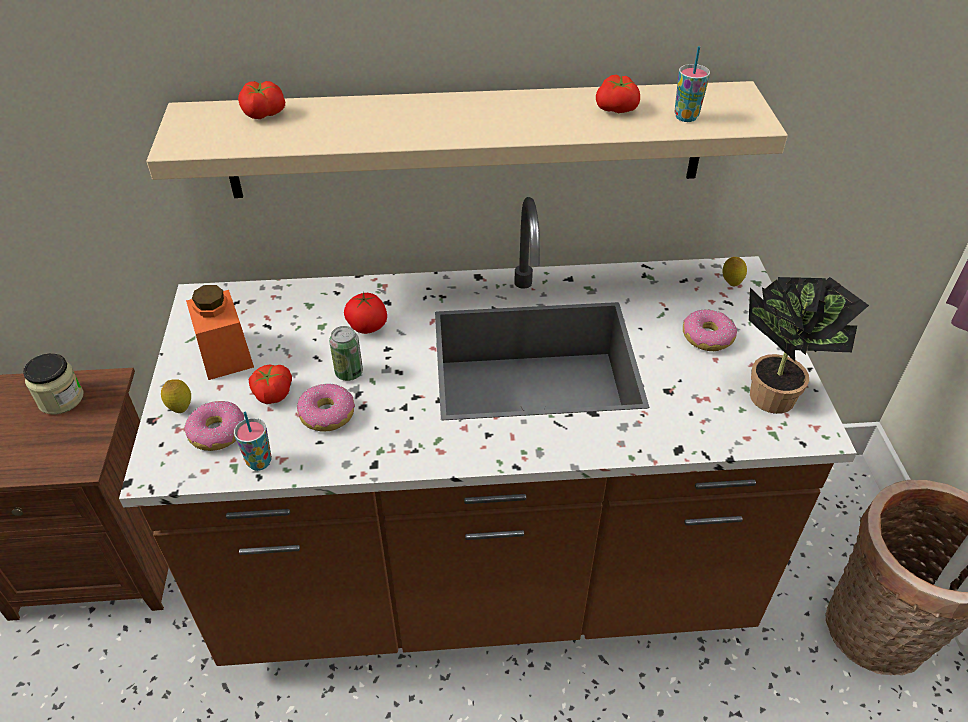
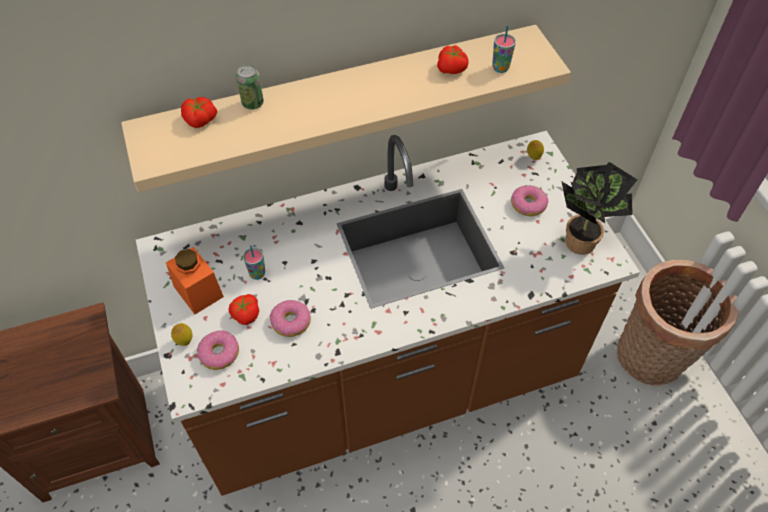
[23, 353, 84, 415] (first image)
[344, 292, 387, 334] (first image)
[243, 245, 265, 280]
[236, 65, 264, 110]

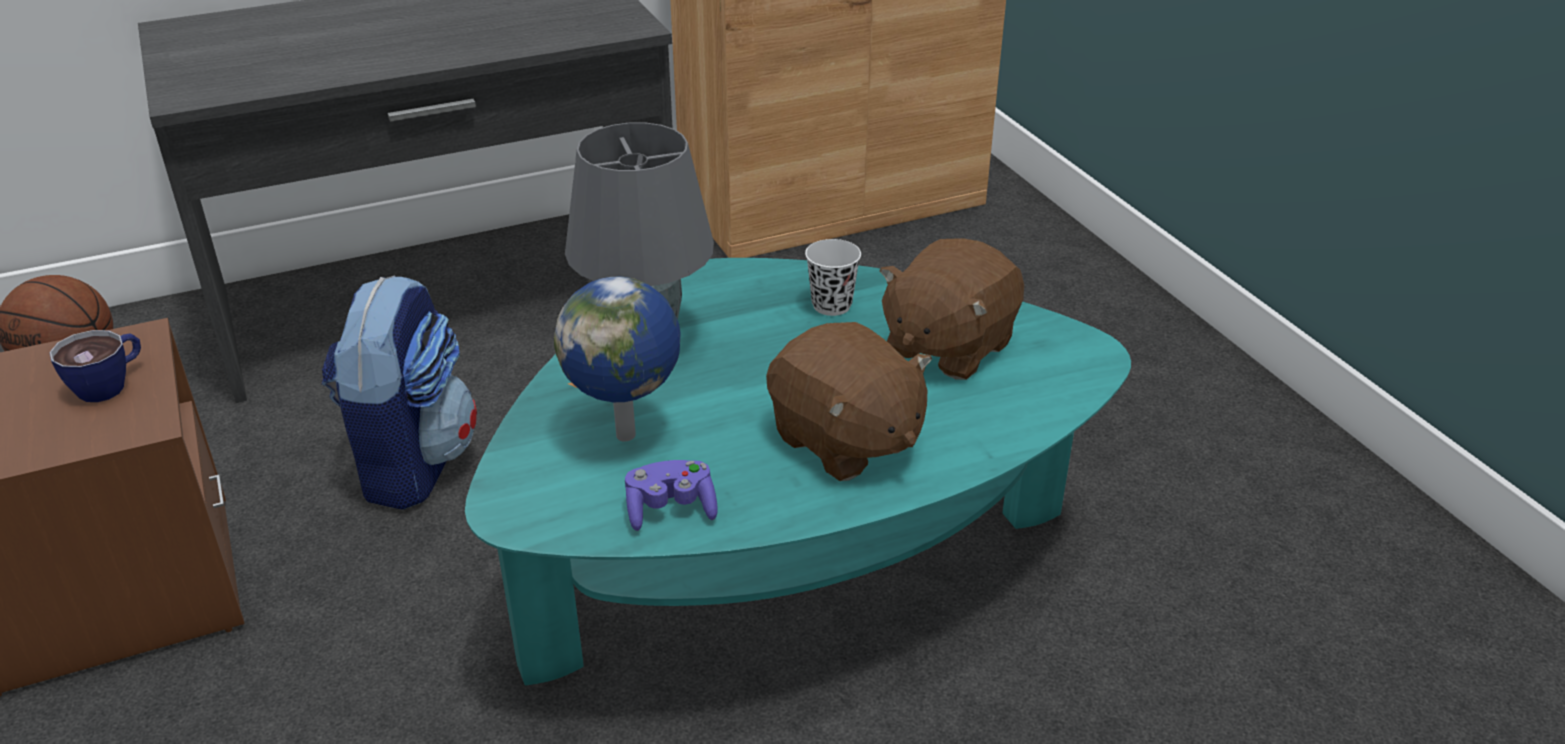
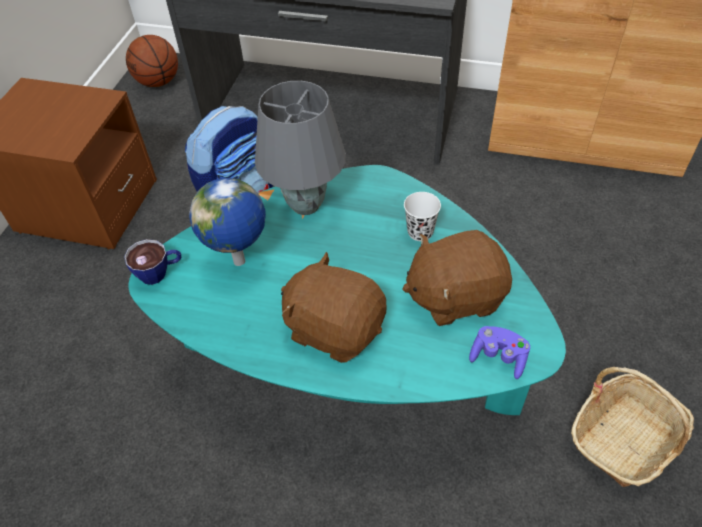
[571, 367, 694, 487]
[124, 239, 181, 285]
[469, 326, 530, 379]
[281, 252, 386, 363]

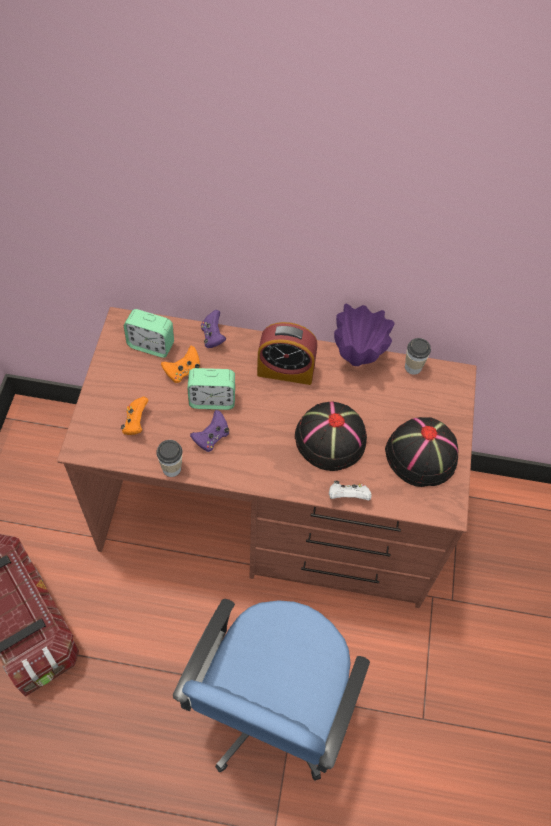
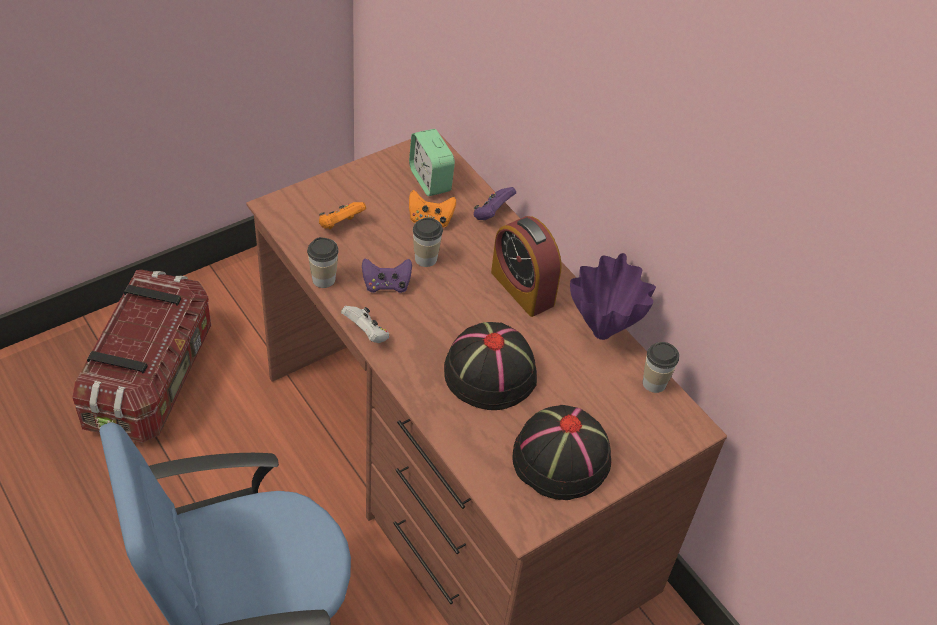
[341, 306, 389, 343]
[413, 217, 443, 267]

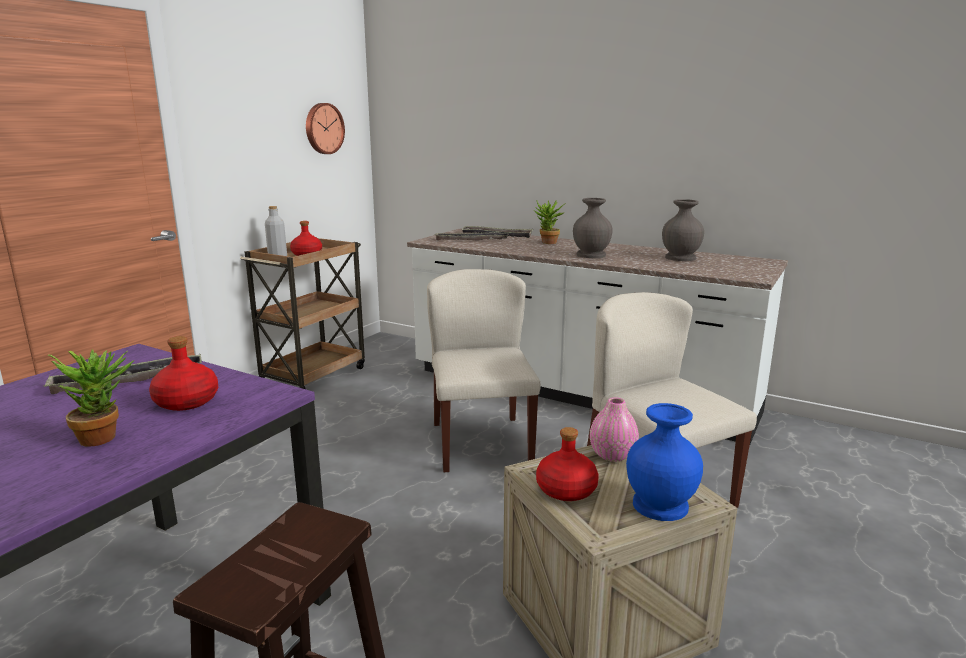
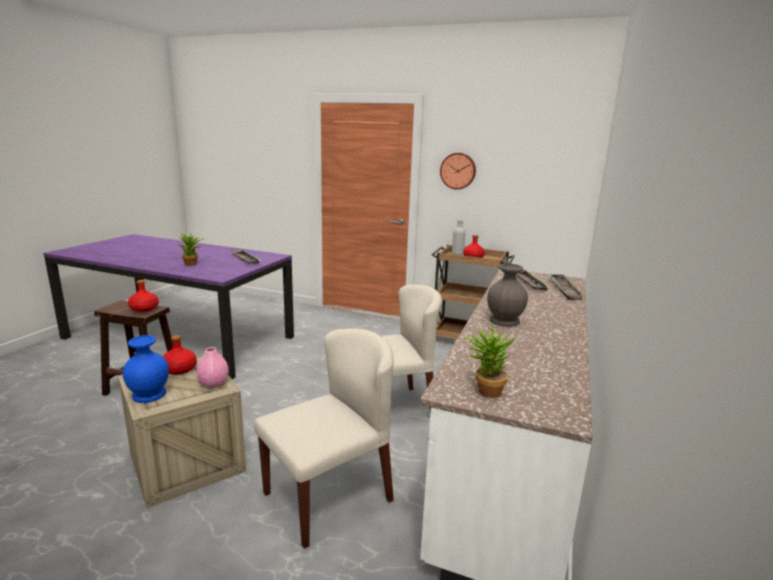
[662, 199, 704, 261] (first image)
[128, 280, 159, 312]
[440, 153, 476, 190]
[464, 323, 516, 398]

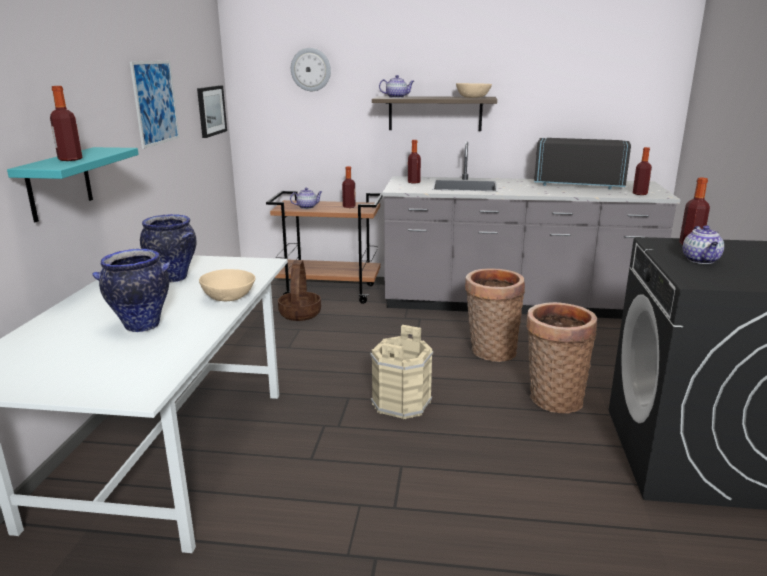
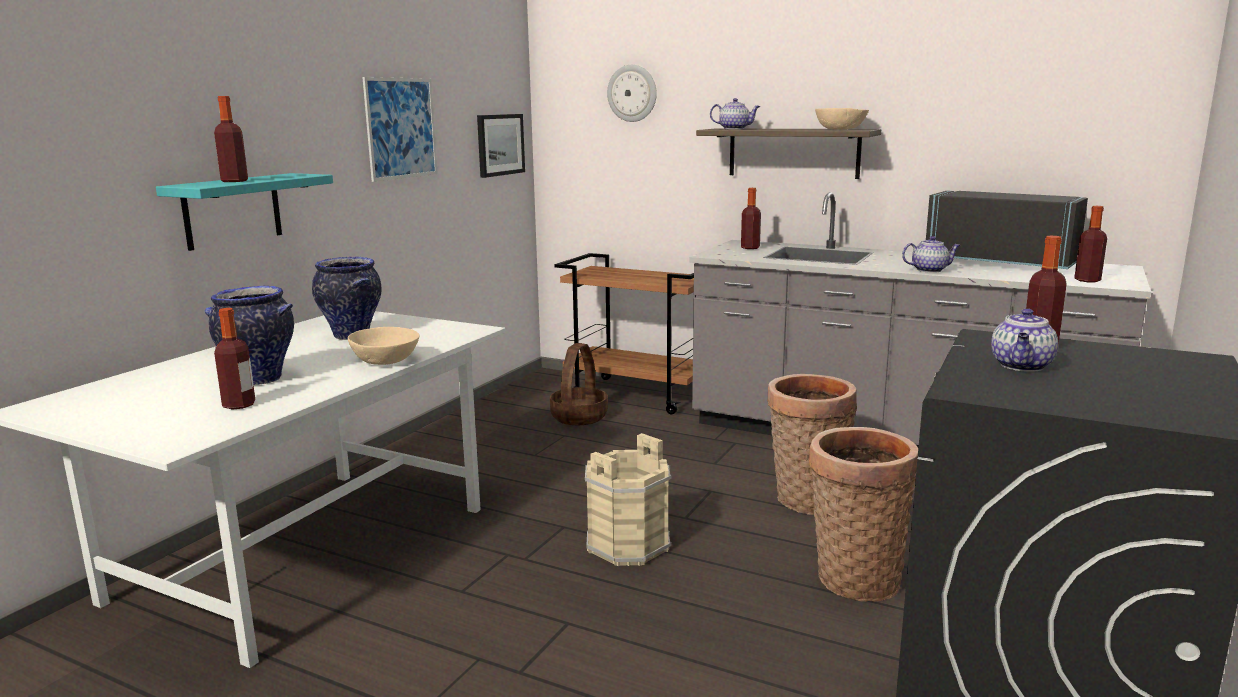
[902, 236, 960, 273]
[214, 308, 255, 410]

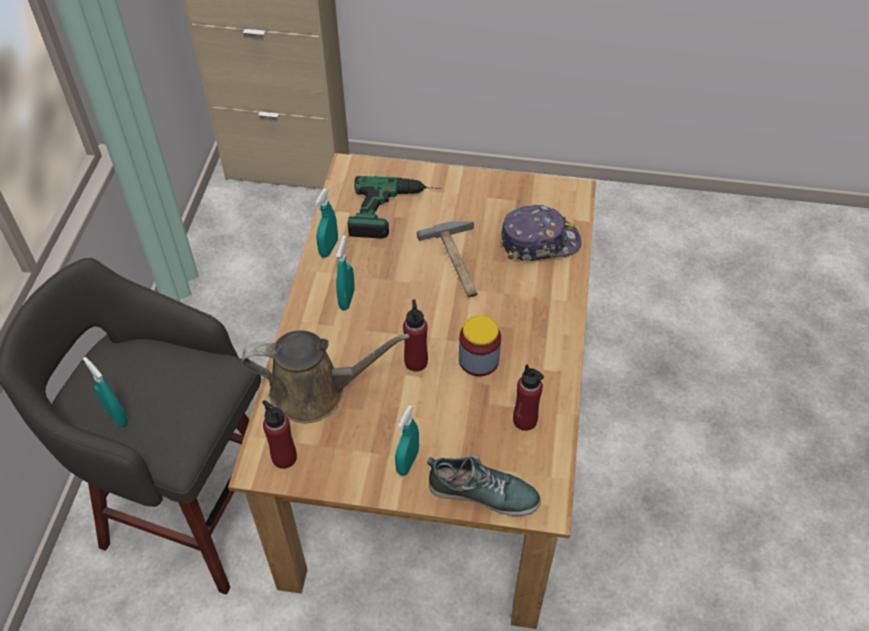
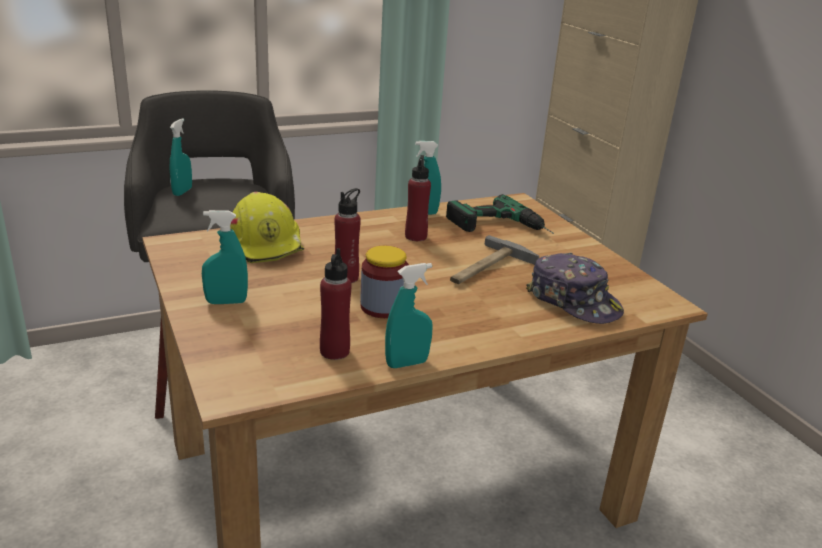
[427, 456, 541, 516] (first image)
[405, 155, 431, 241]
[385, 263, 433, 368]
[230, 192, 304, 263]

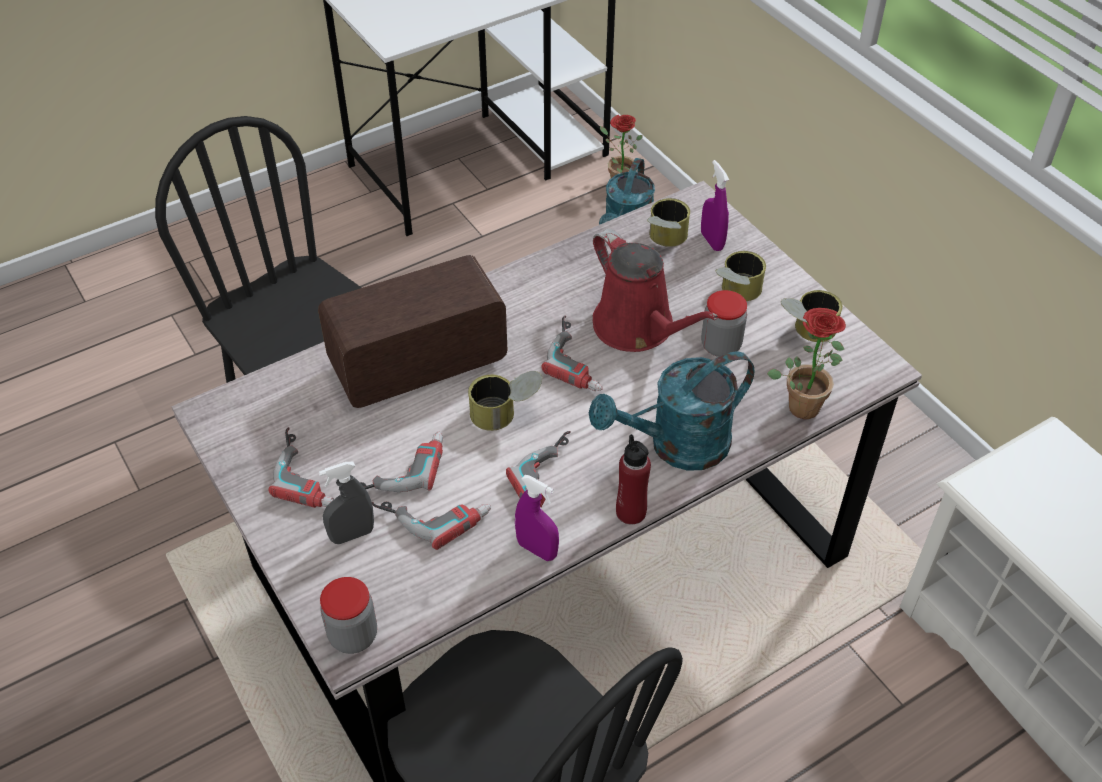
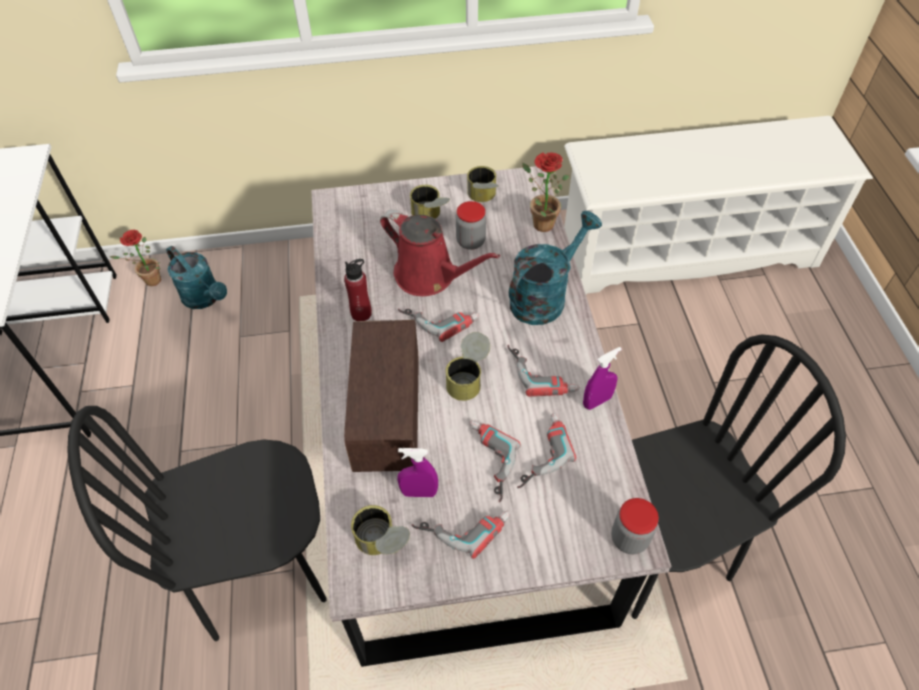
[319, 462, 374, 544] (first image)
[344, 259, 372, 321]
[351, 505, 410, 555]
[397, 448, 438, 497]
[509, 211, 602, 325]
[380, 210, 500, 296]

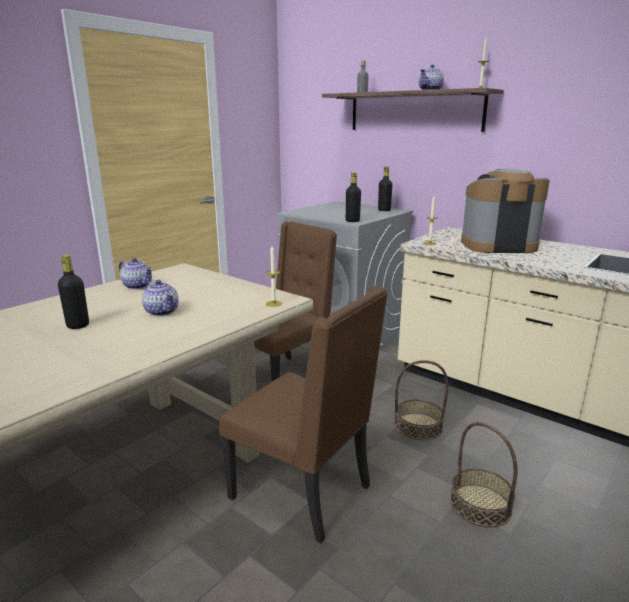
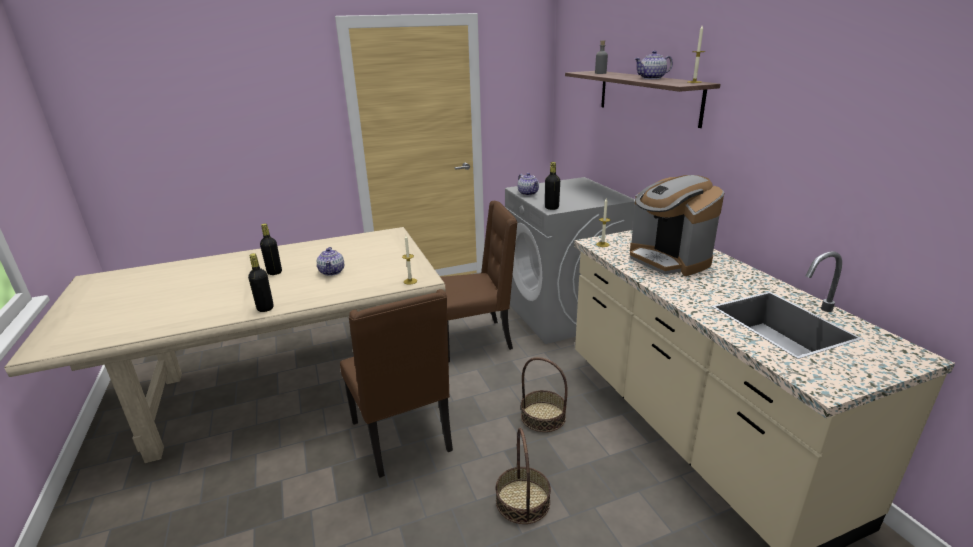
[517, 173, 539, 196]
[248, 253, 274, 312]
[630, 175, 724, 276]

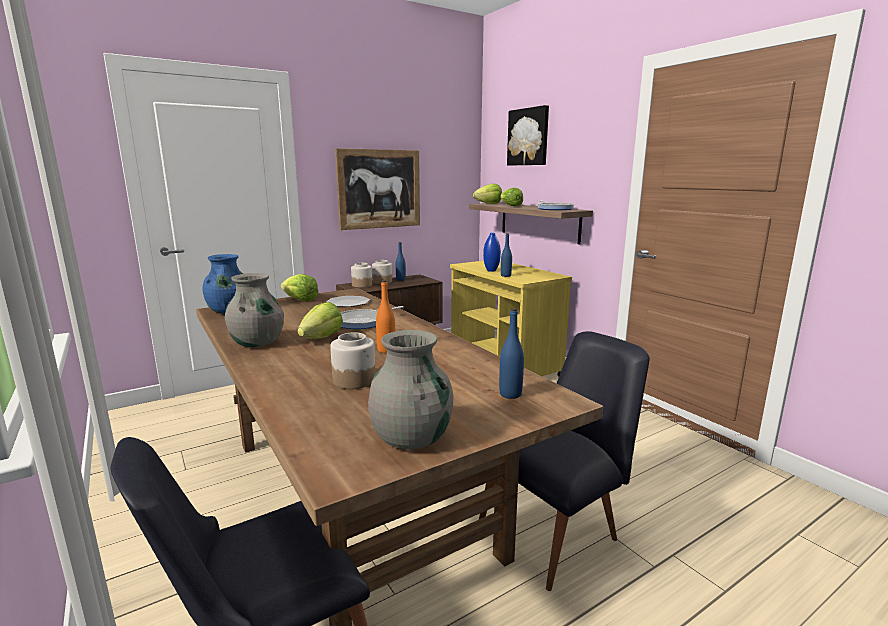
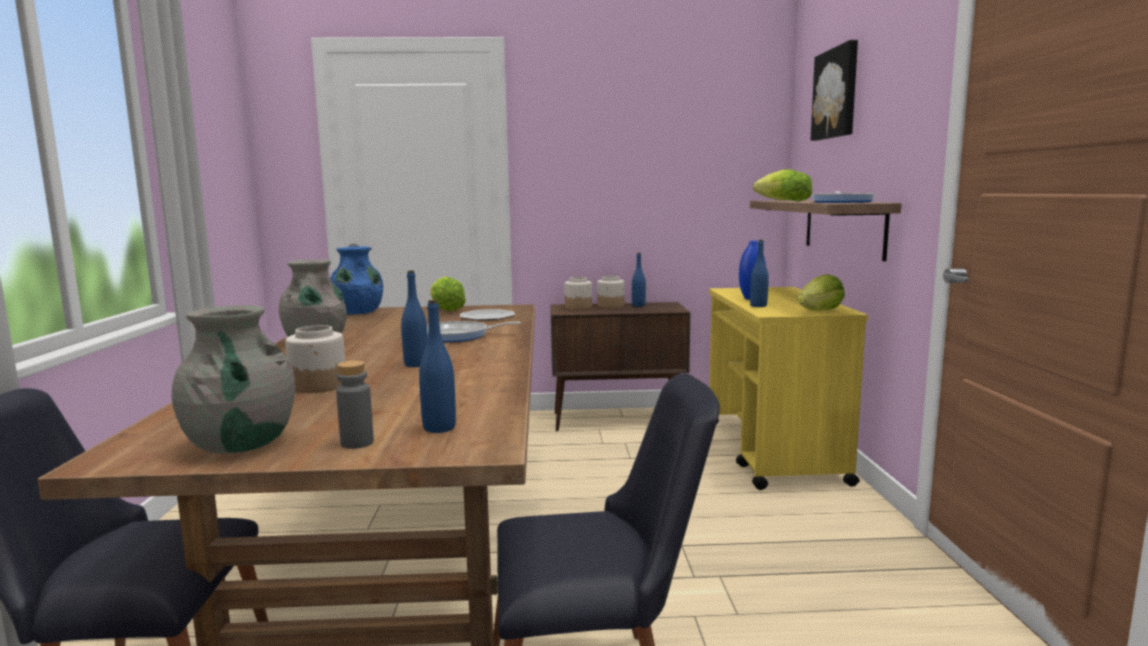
[335, 148, 420, 230] (first image)
[336, 361, 374, 449]
[798, 274, 845, 311]
[401, 271, 428, 367]

